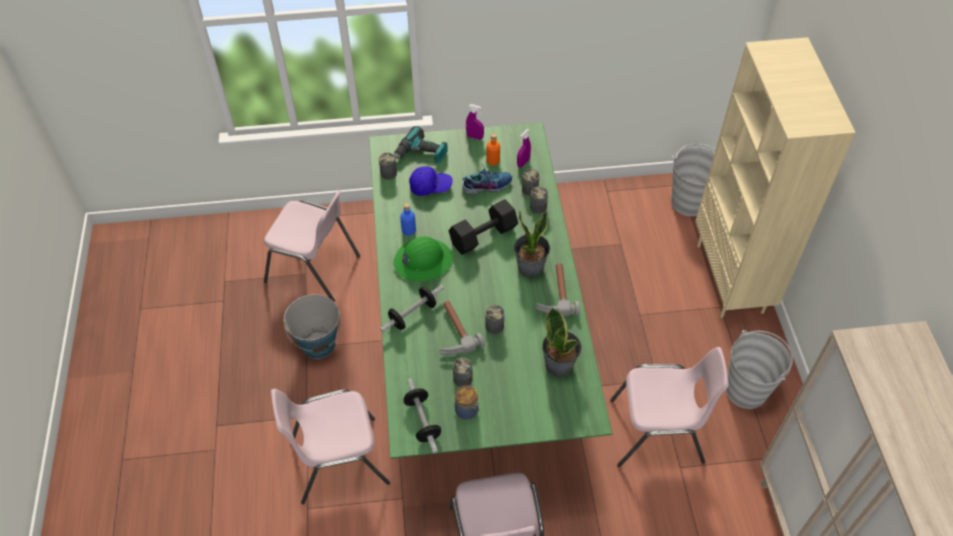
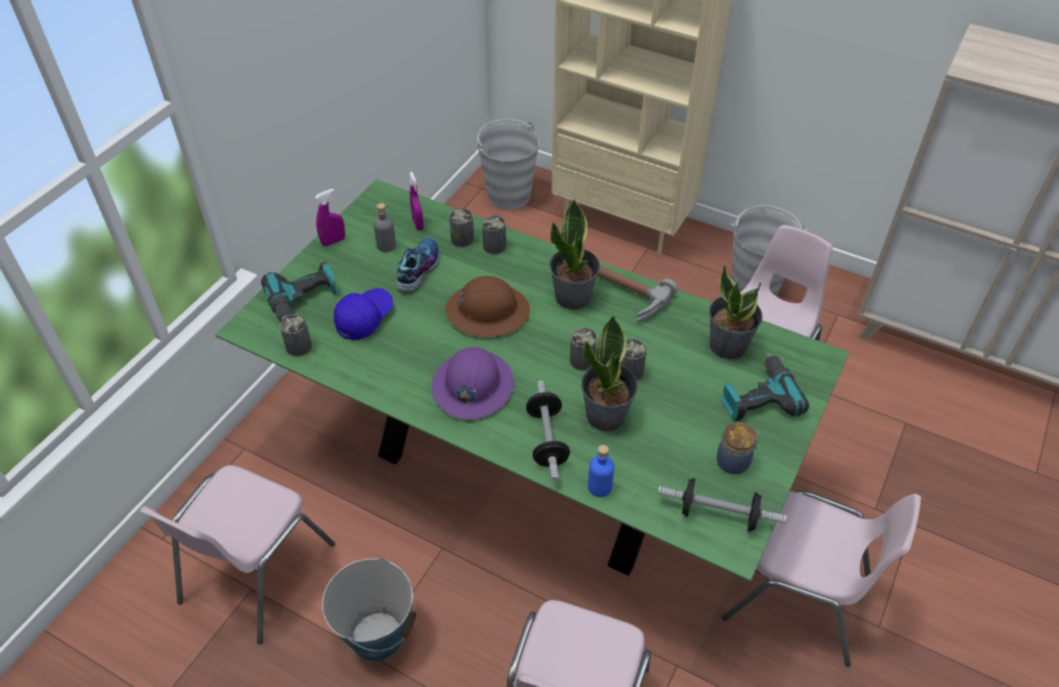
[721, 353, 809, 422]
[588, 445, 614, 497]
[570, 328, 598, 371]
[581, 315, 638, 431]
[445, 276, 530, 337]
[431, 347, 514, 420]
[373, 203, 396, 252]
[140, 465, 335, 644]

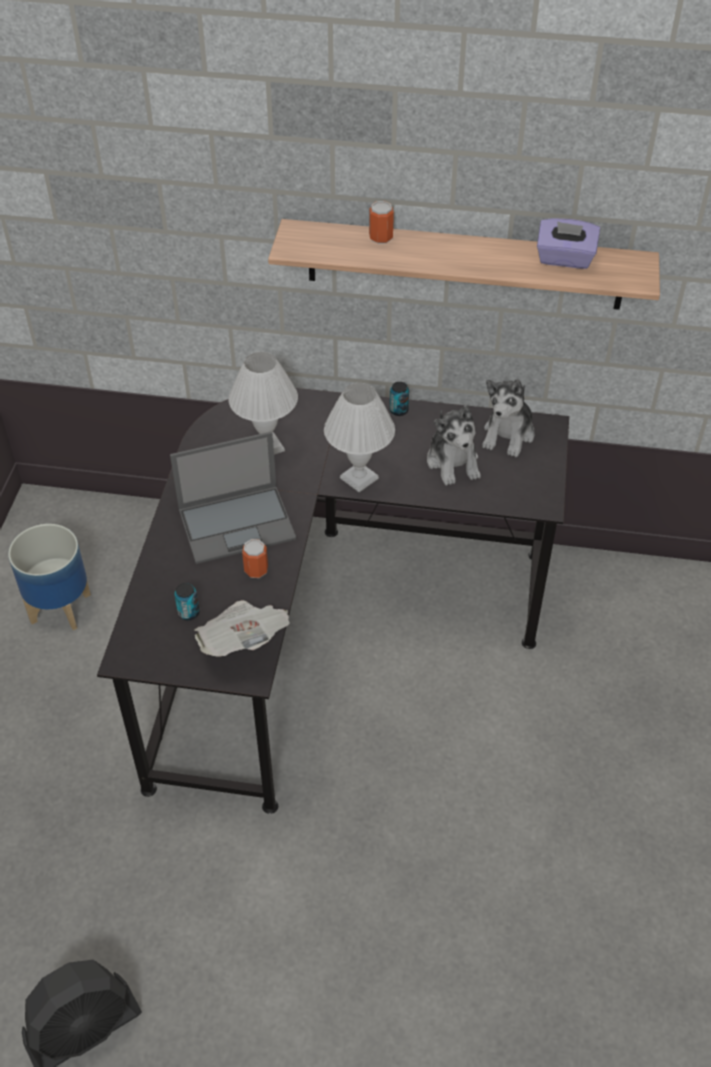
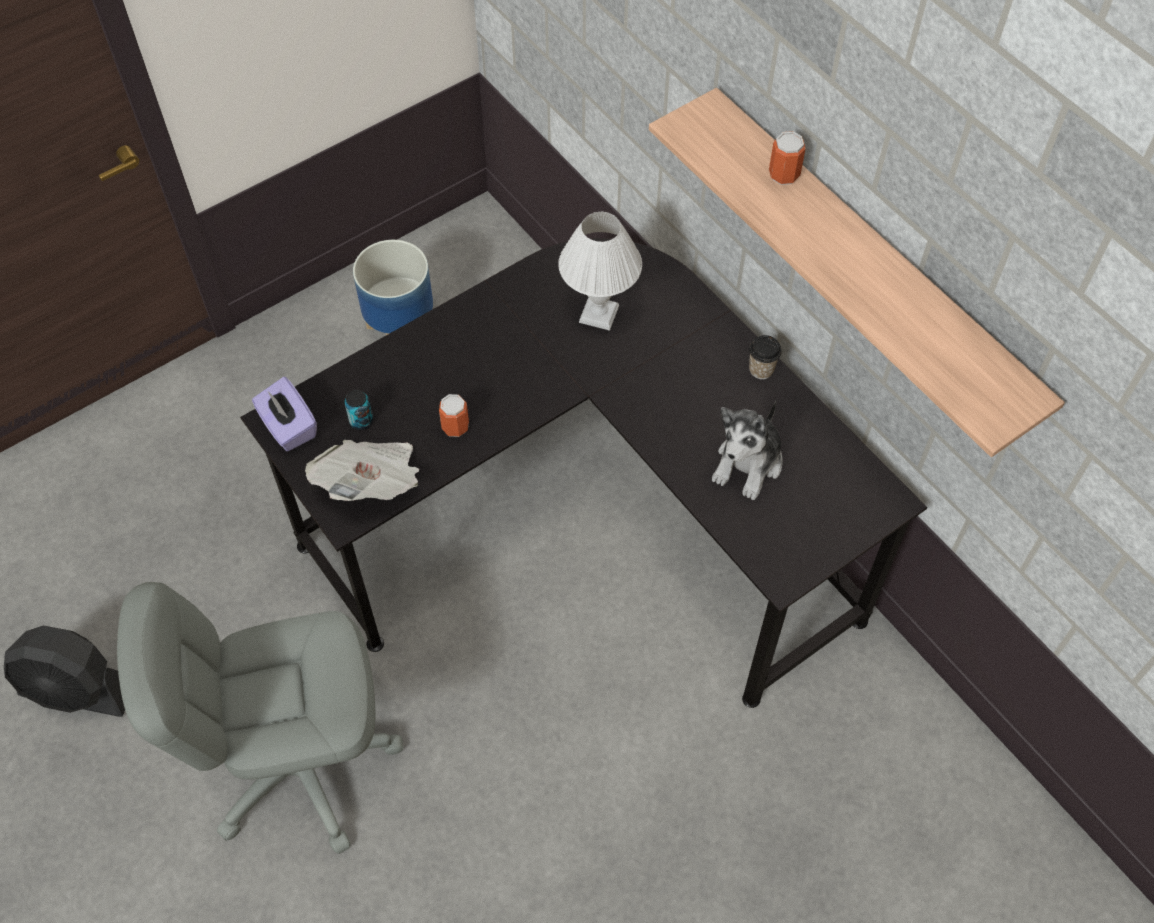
[170, 431, 296, 564] (first image)
[324, 383, 395, 492] (first image)
[482, 379, 535, 457] (first image)
[117, 582, 403, 854]
[252, 377, 317, 451]
[749, 335, 781, 379]

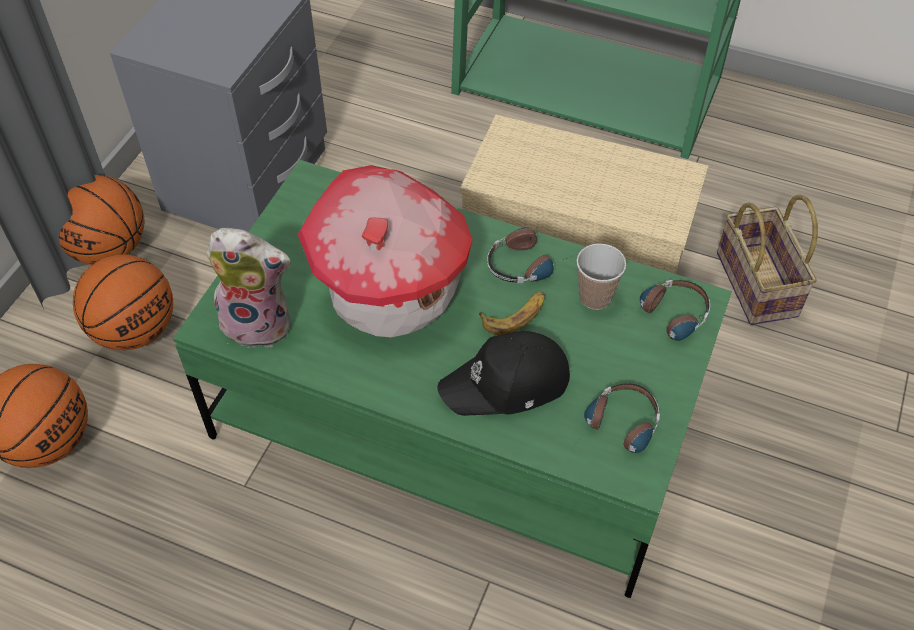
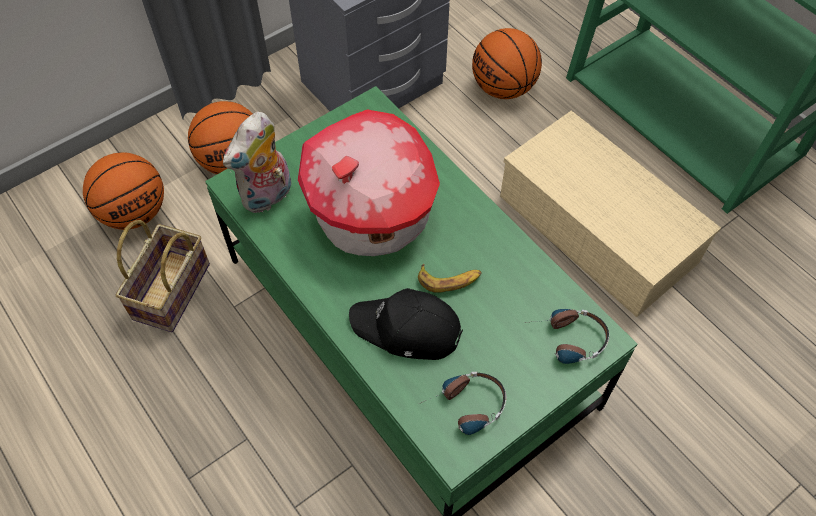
[487, 227, 577, 284] (first image)
[577, 243, 626, 310] (first image)
[472, 28, 542, 99]
[116, 220, 210, 332]
[223, 112, 292, 213]

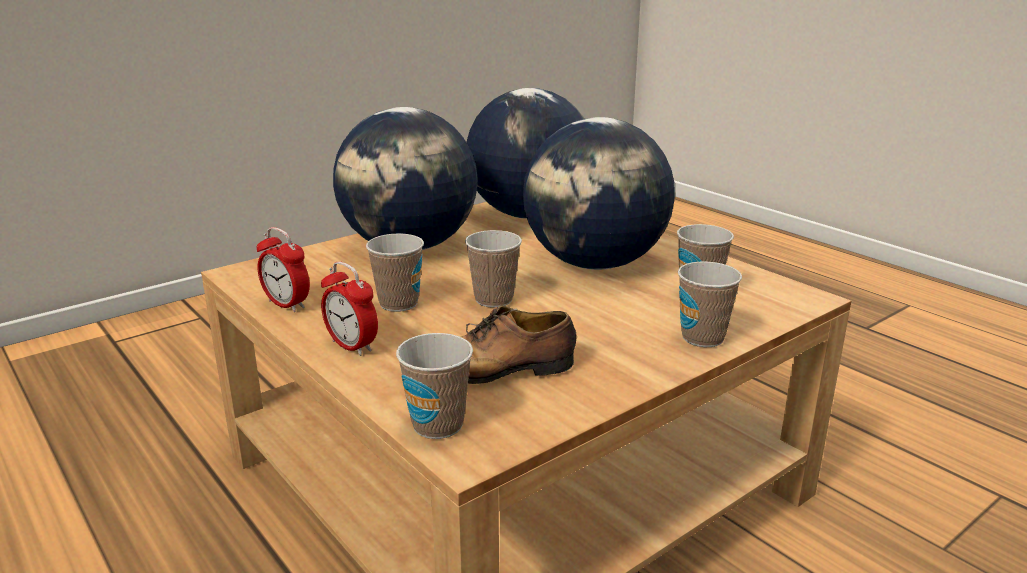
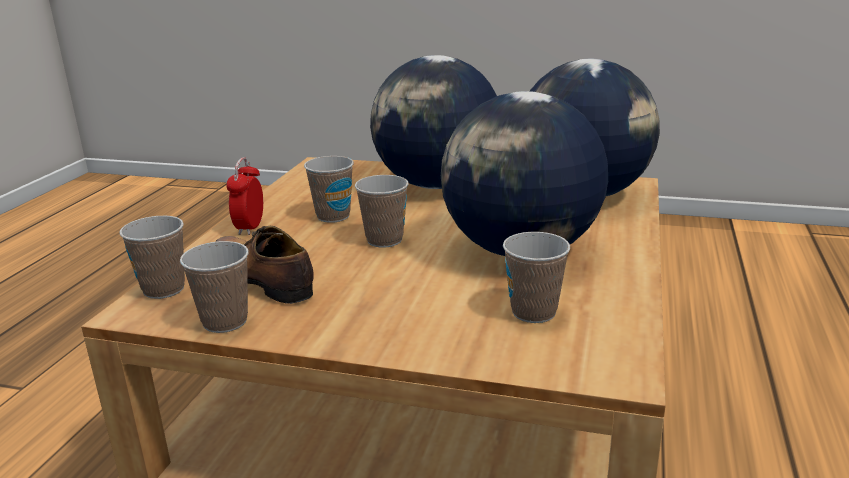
[257, 227, 310, 312] (first image)
[180, 241, 249, 333]

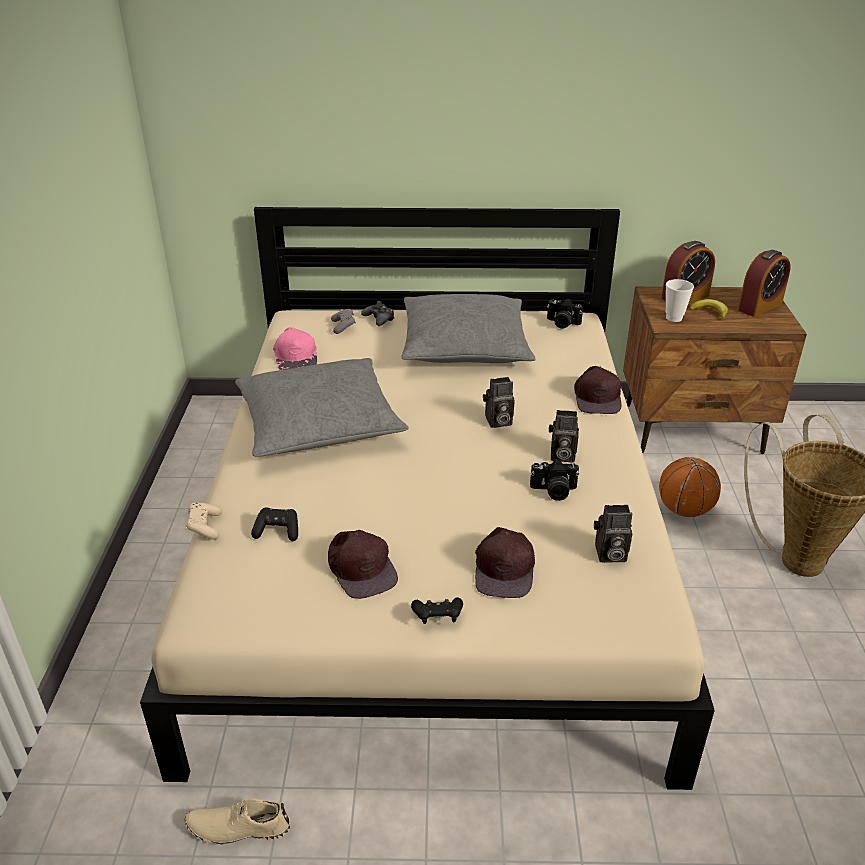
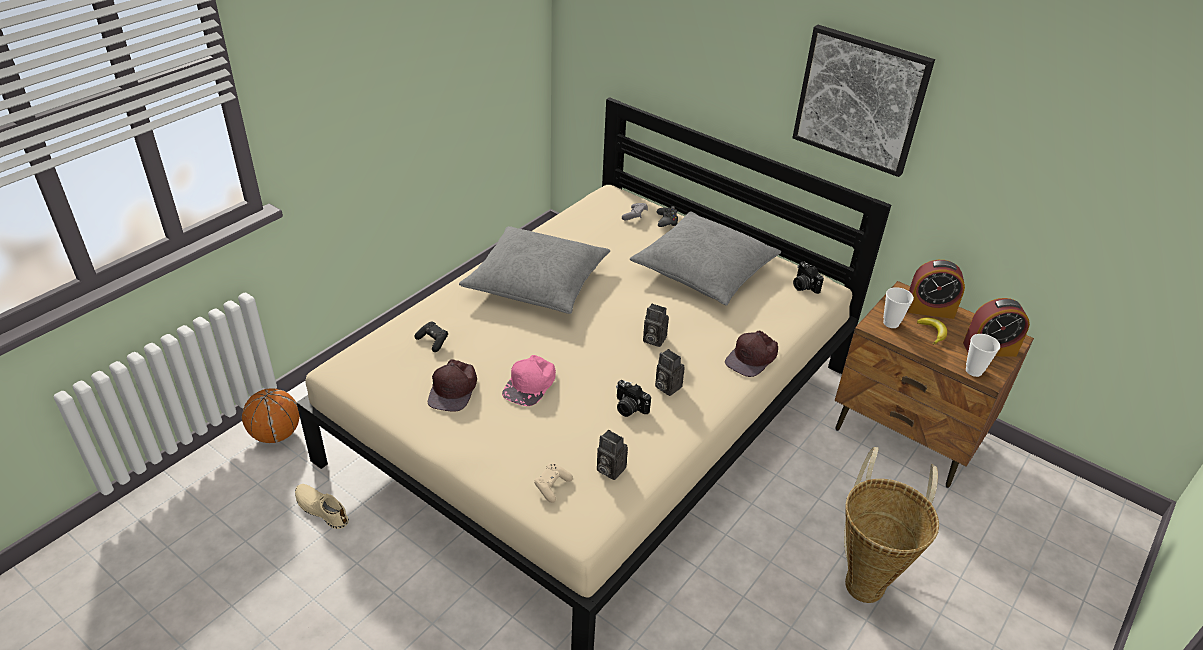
[411, 597, 463, 624] (first image)
[475, 527, 535, 598] (first image)
[792, 25, 935, 177]
[966, 334, 1000, 377]
[534, 463, 573, 503]
[502, 355, 556, 406]
[242, 388, 300, 443]

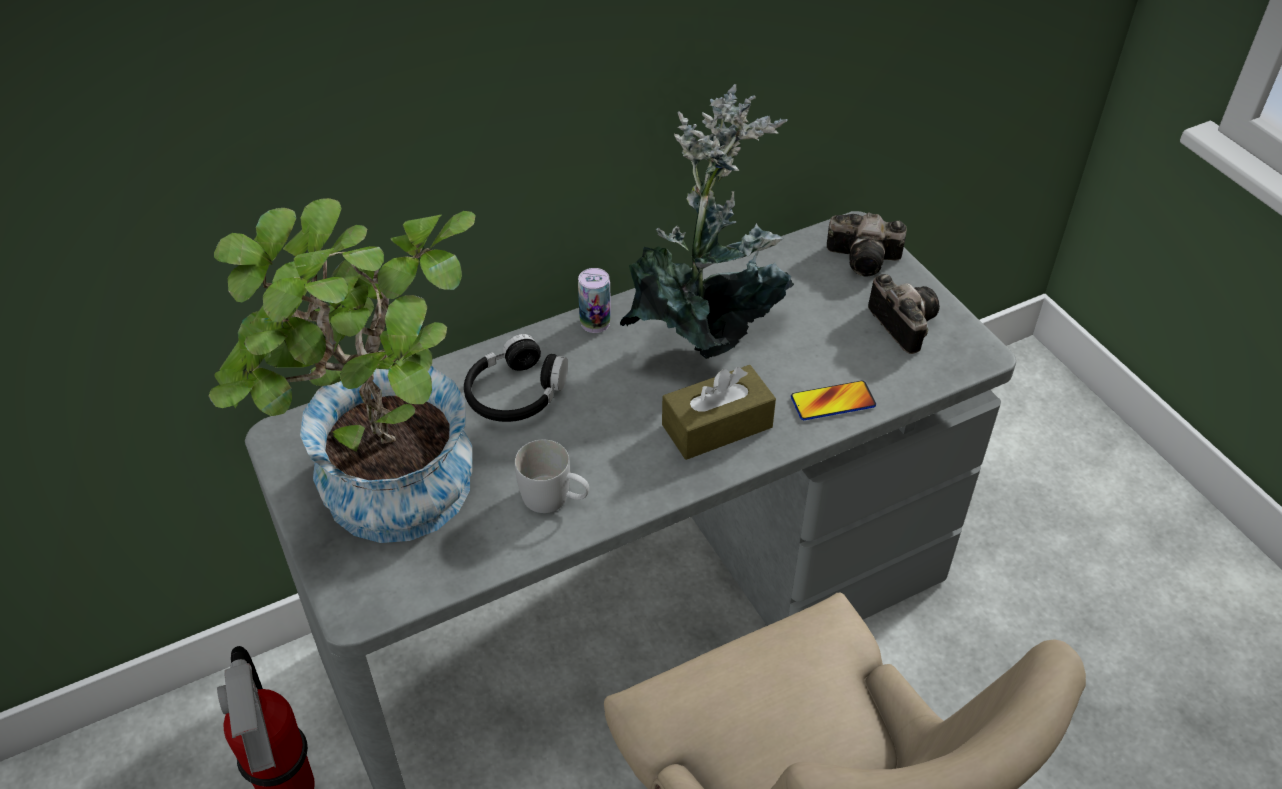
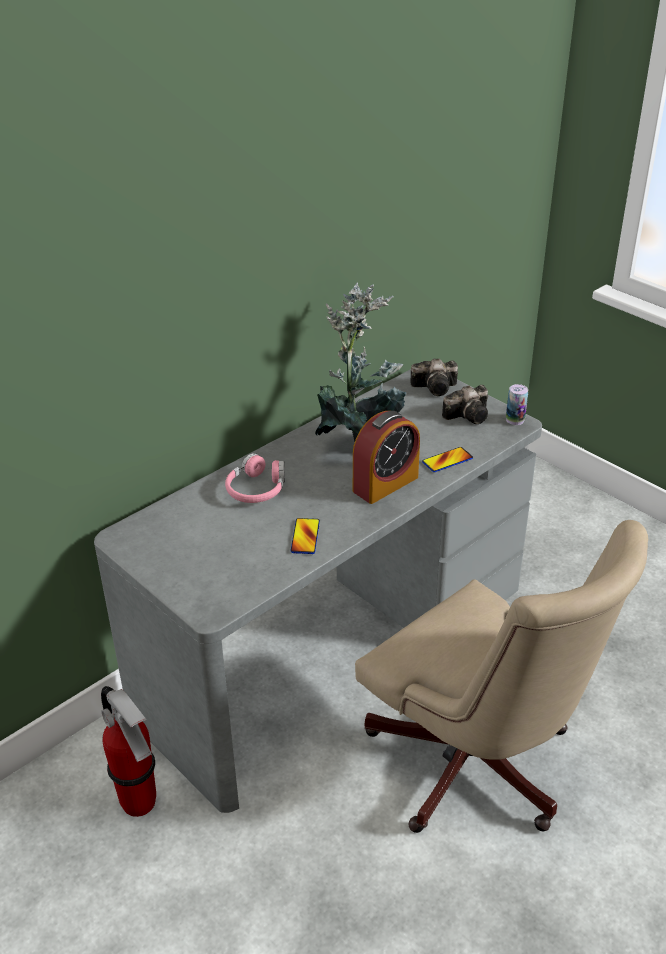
[209, 198, 476, 543] (first image)
[506, 384, 528, 425]
[290, 518, 320, 554]
[353, 411, 420, 504]
[225, 453, 285, 503]
[442, 385, 488, 424]

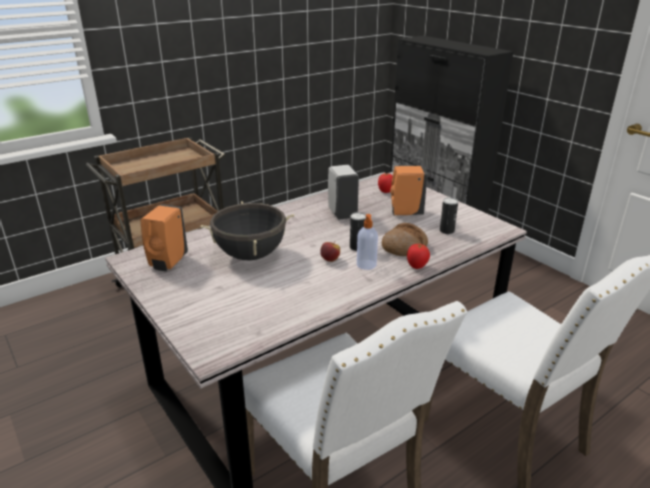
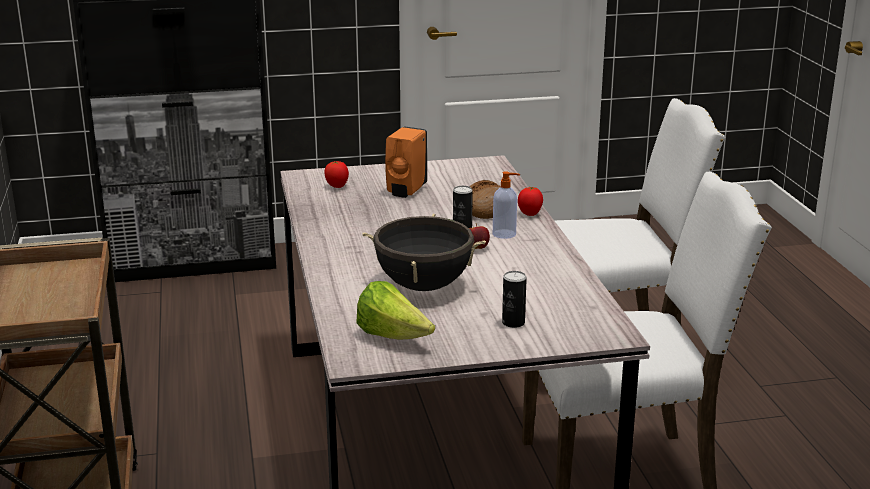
[328, 165, 359, 220] (first image)
[502, 271, 527, 328]
[356, 281, 435, 339]

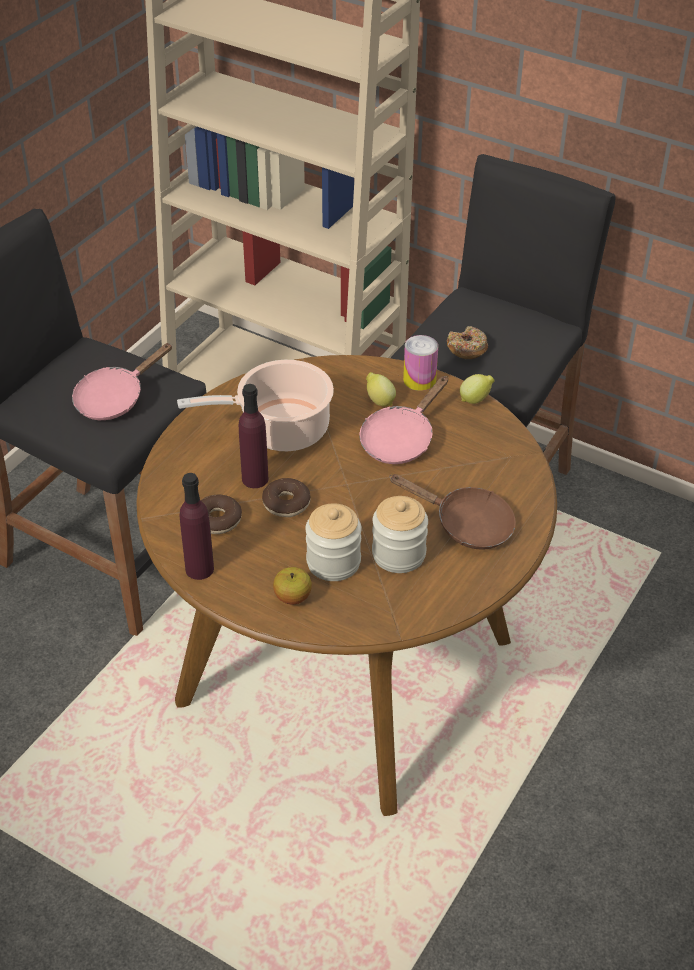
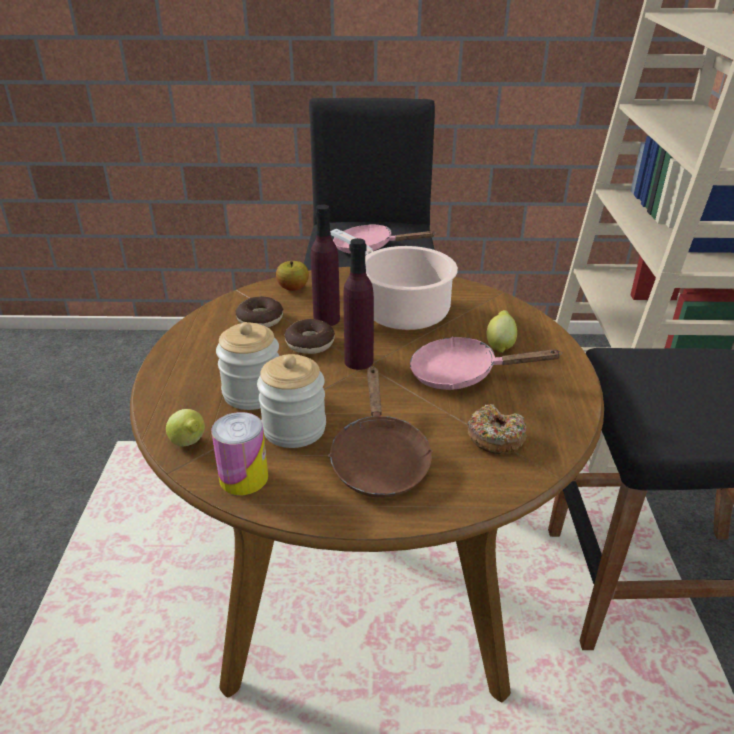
[343, 238, 374, 370]
[276, 261, 309, 291]
[211, 412, 268, 495]
[468, 404, 526, 454]
[166, 409, 205, 447]

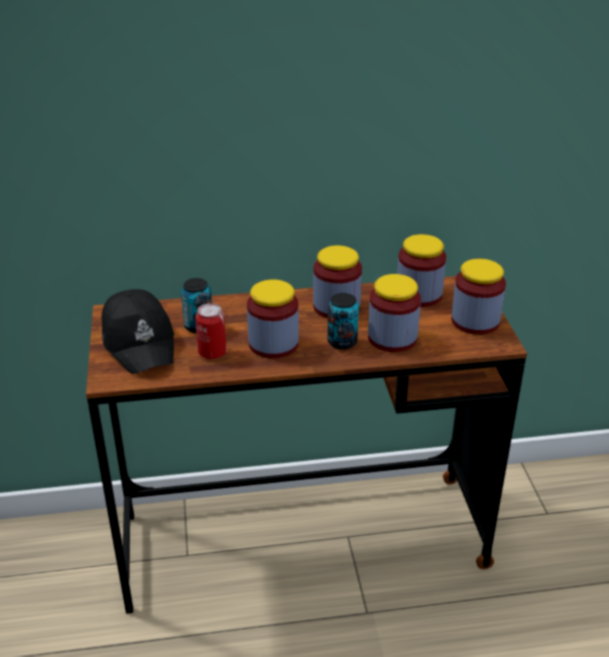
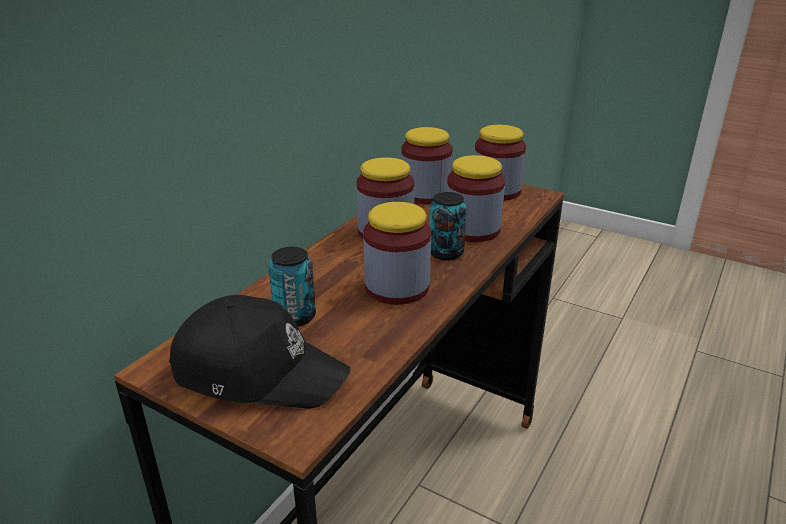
[195, 303, 227, 359] (first image)

